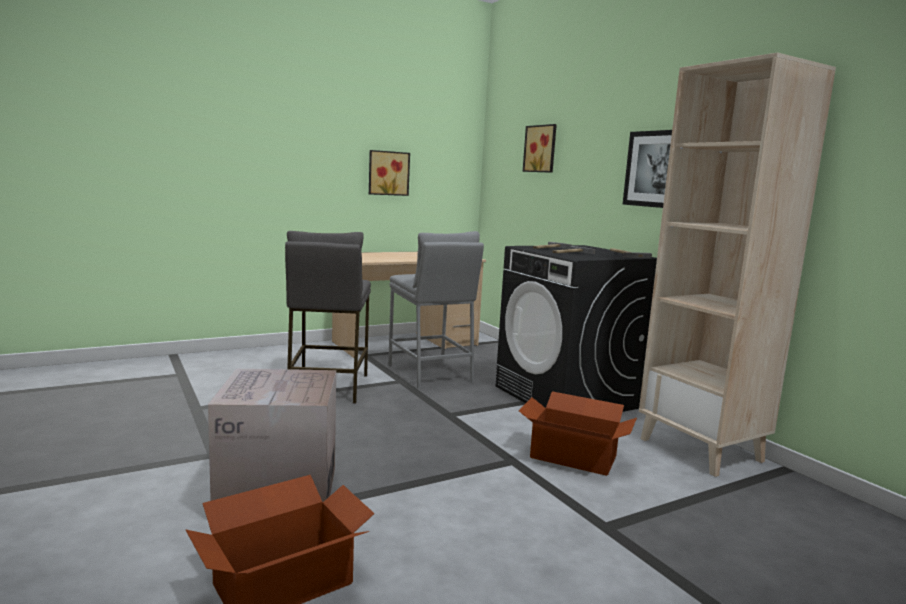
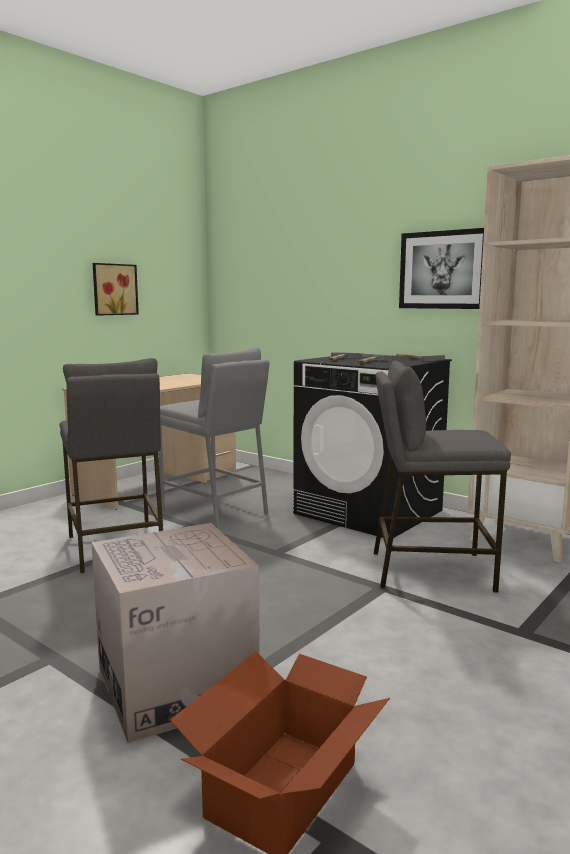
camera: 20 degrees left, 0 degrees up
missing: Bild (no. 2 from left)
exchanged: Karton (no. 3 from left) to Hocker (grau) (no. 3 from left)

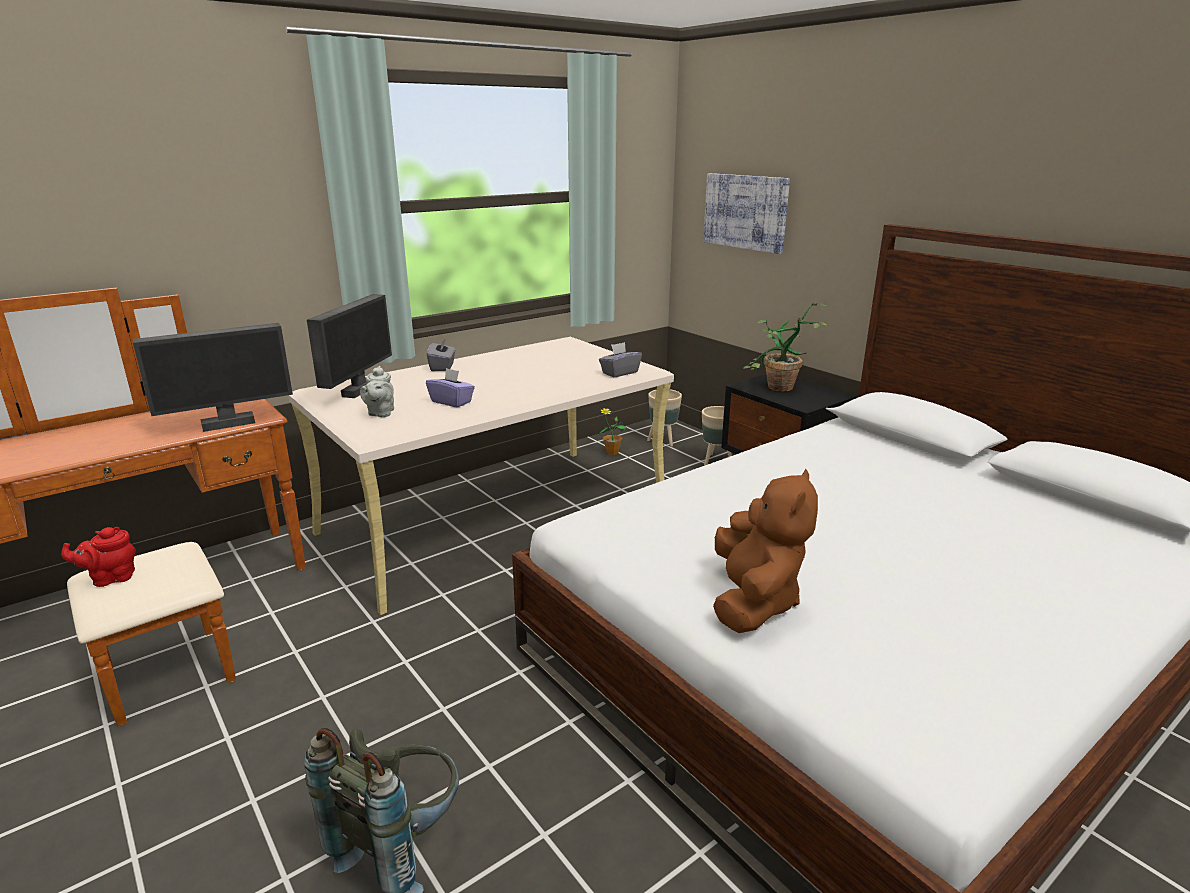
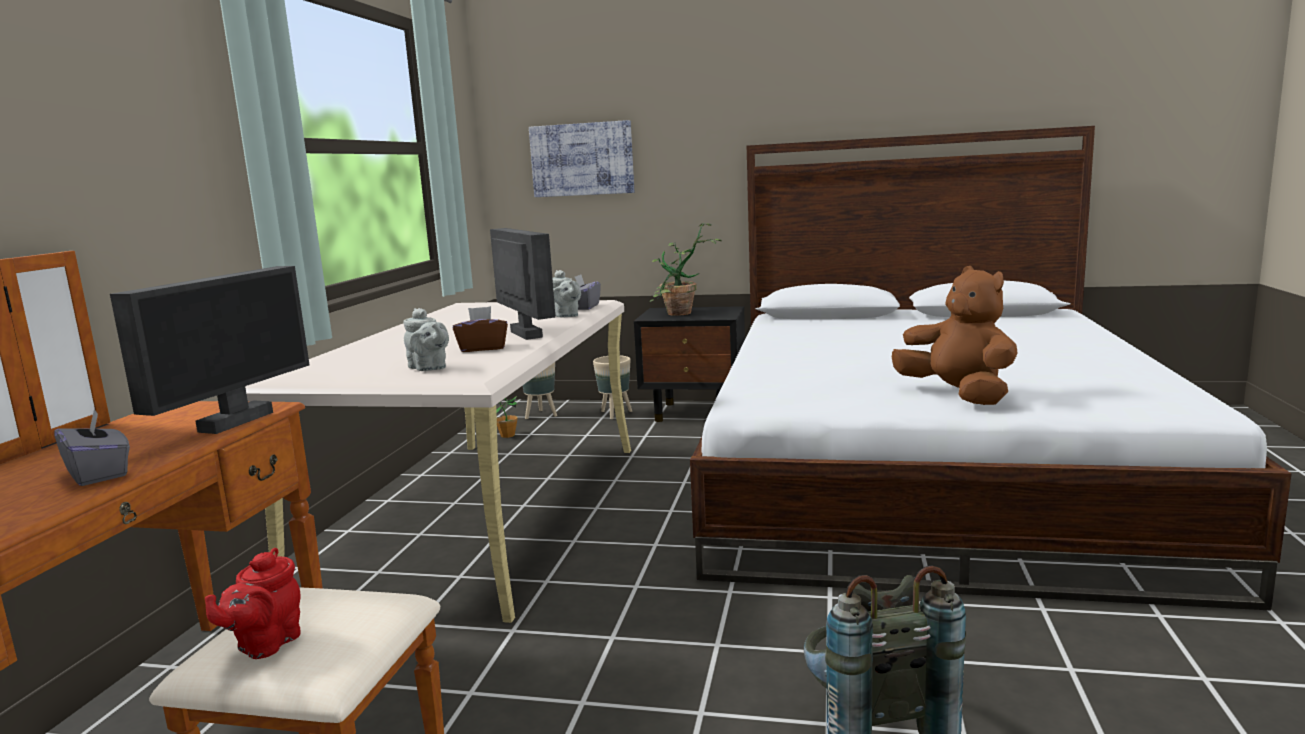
camera: 40 degrees left, 10 degrees down
appeared: Teekanne (grau) (no. 2 from left)
relocated: Monitor (no. 2 from left); Taschentuchbox (grau) (no. 1 from left)
colour: Taschentuchbox (lila) to Taschentuchbox (braun)

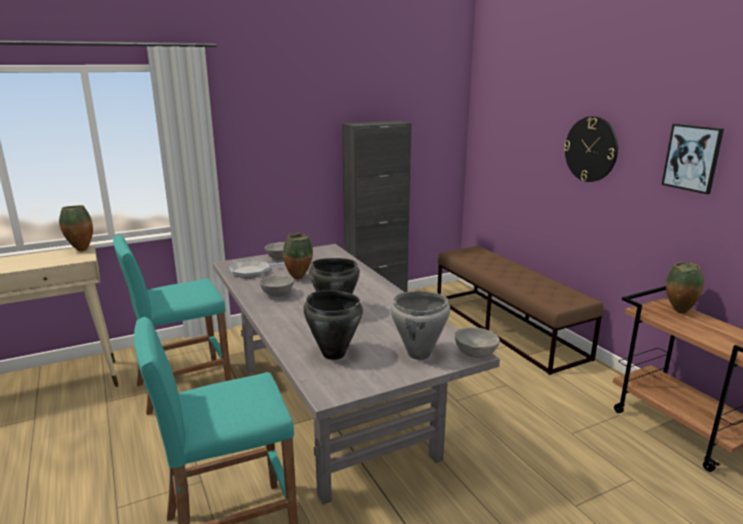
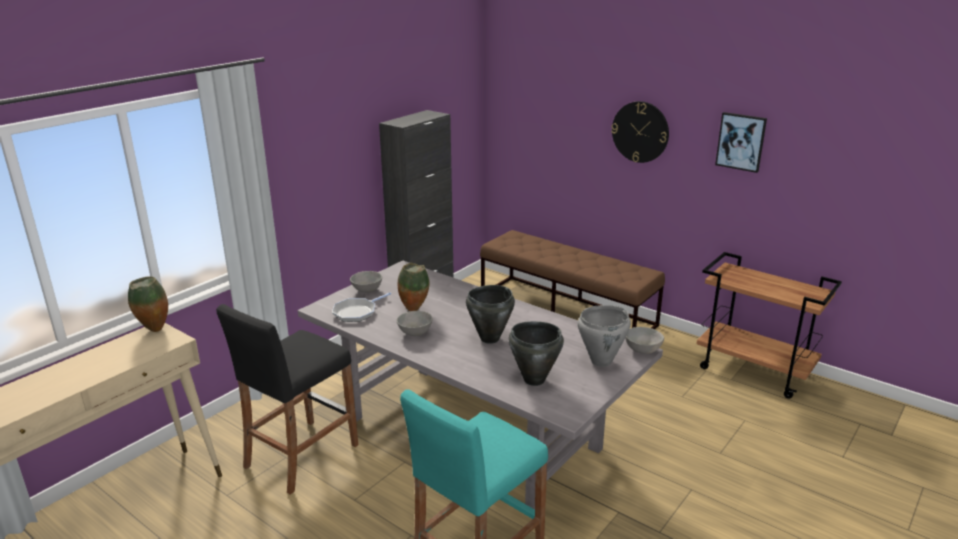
camera: 25 degrees left, 5 degrees up
missing: Vase (no. 3 from left)
colour: Hocker (türkis) (no. 1 from left) to Hocker (schwarz)

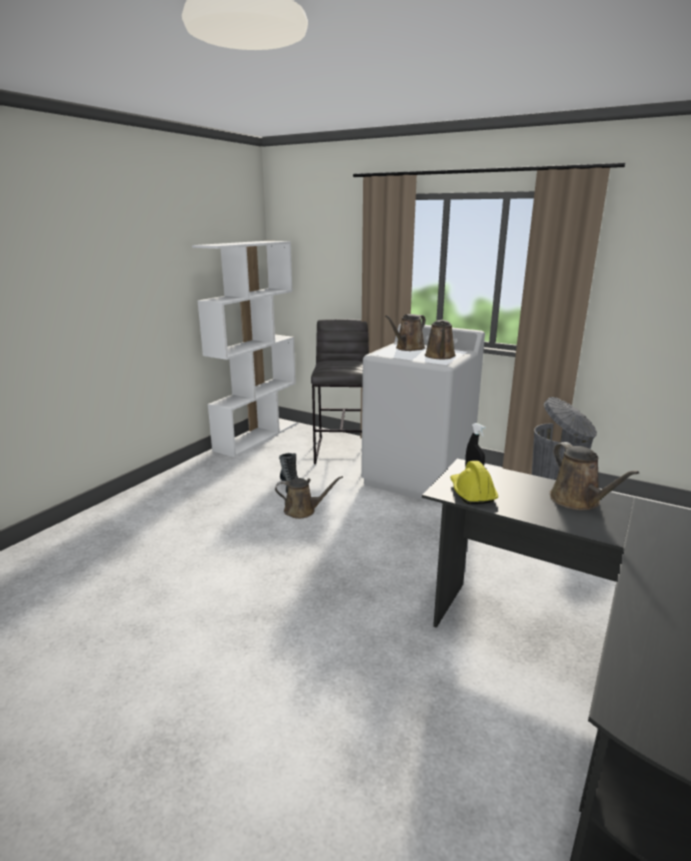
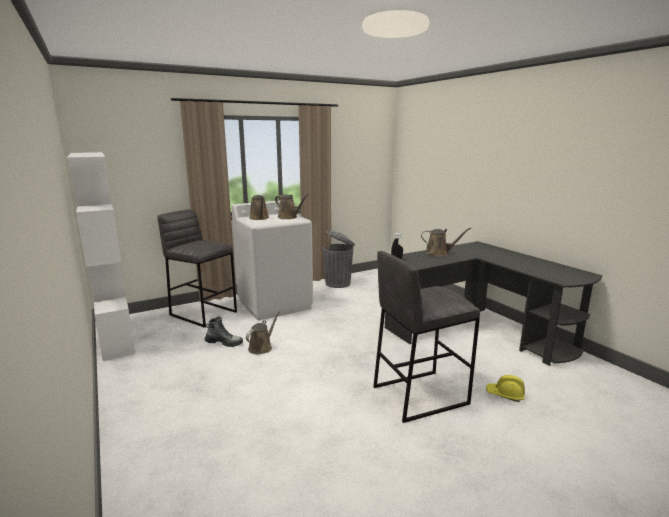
camera: 60 degrees left, 5 degrees down
appeared: Hocker (grau) (no. 2 from left)
relocated: Schutzhelm (gelb)

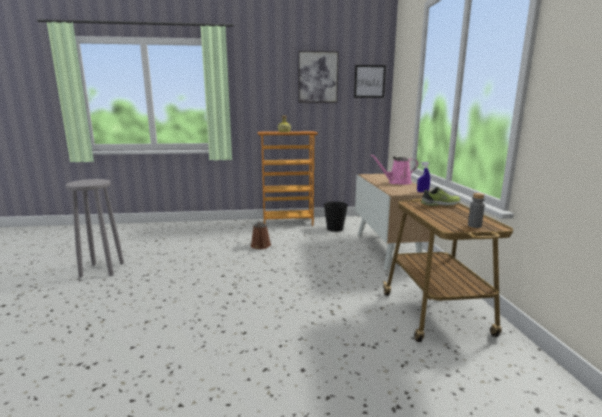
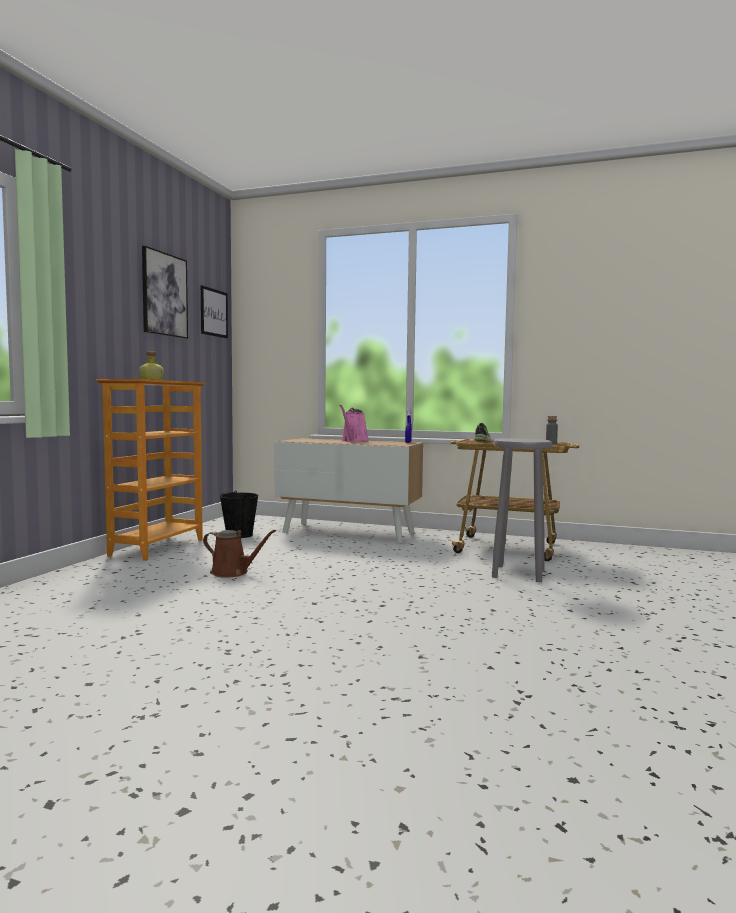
camera: 65 degrees left, 10 degrees down
relocated: Hocker (grau)

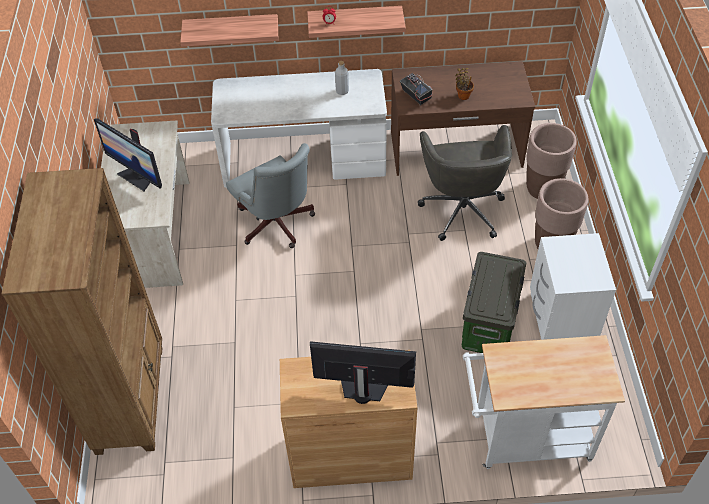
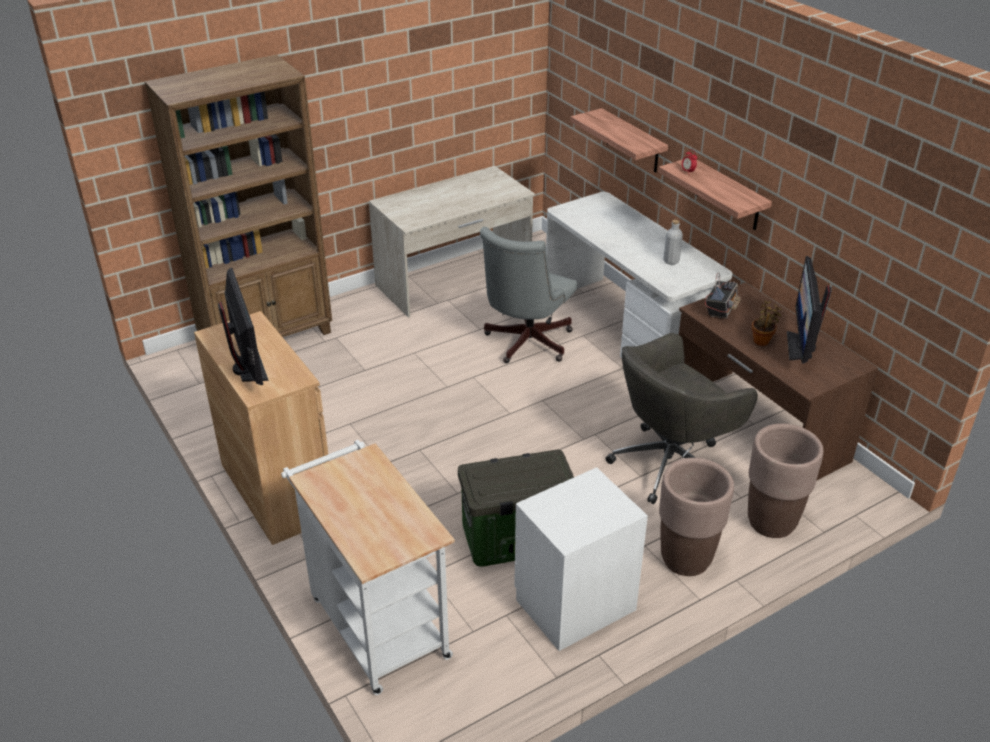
camera: 60 degrees right, 15 degrees down
relocated: Monitor (no. 1 from left in the first image) to Monitor (no. 2 from left)

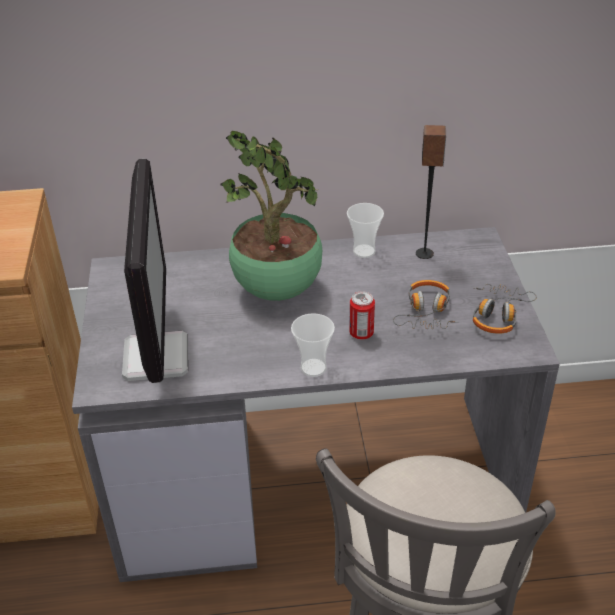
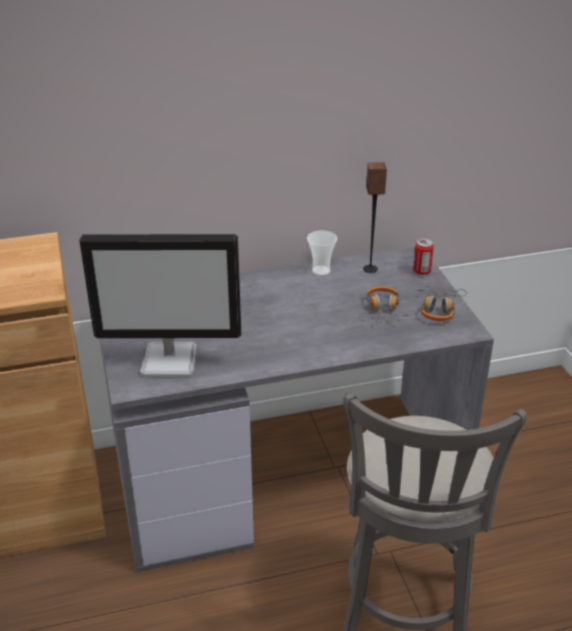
camera: 10 degrees left, 5 degrees down
missing: Topfpflanze; Tasse (no. 1 from left)
relocated: Dose
spun: Monitor 105 degrees clockwise

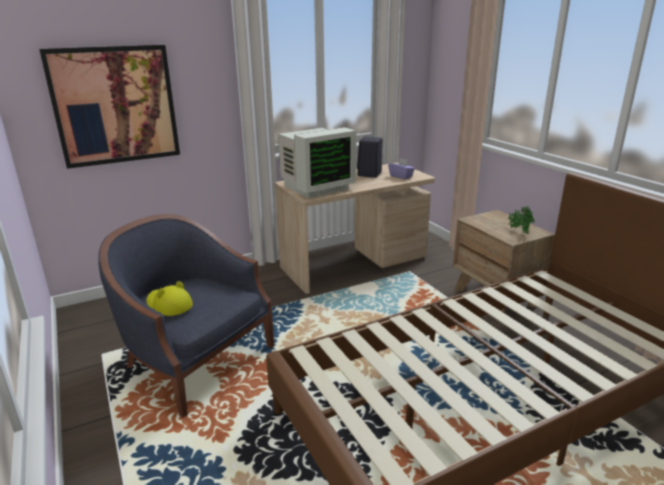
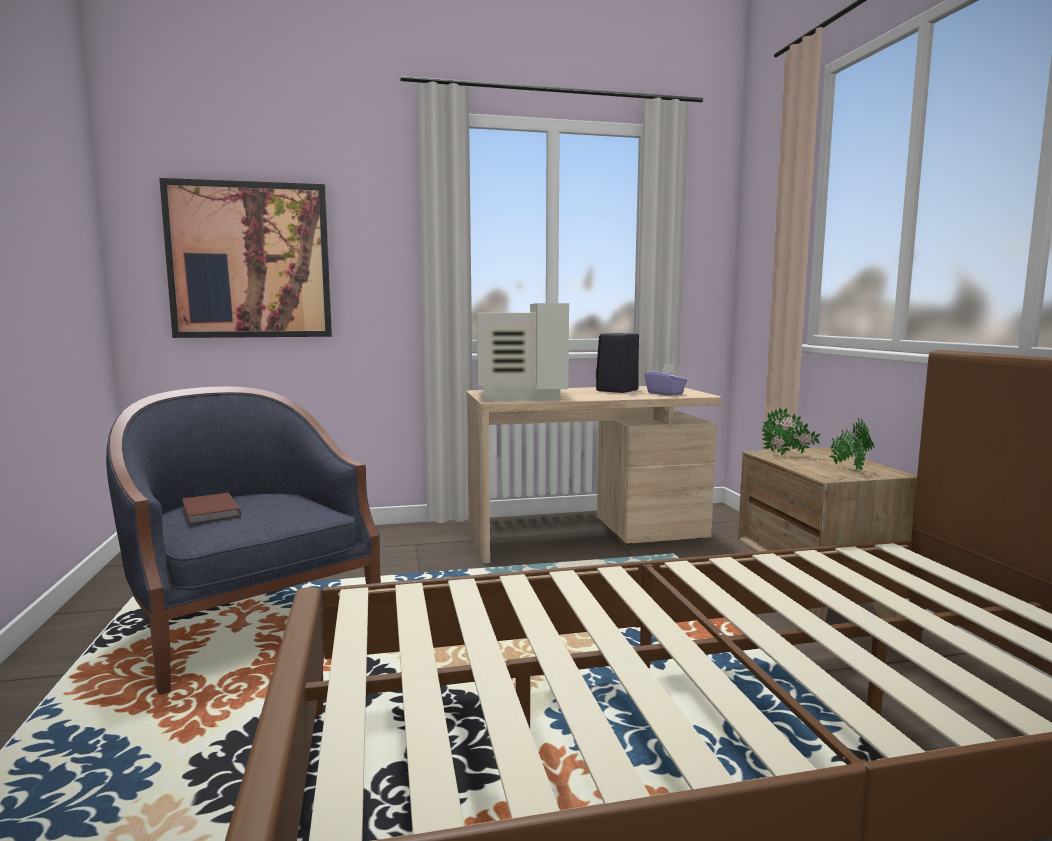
camera: 15 degrees right, 15 degrees down
appeared: Topfpflanze (no. 1 from left)
exchanged: Hut (gelb) to Buch (braun)
spun: Monitor 75 degrees counterclockwise

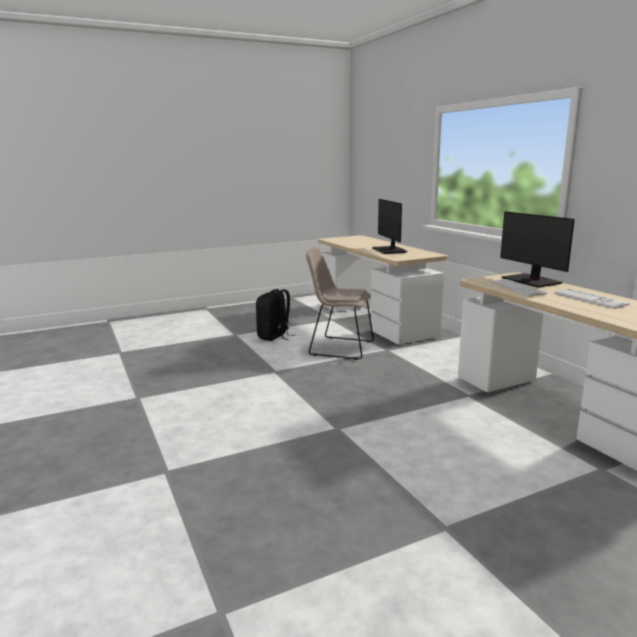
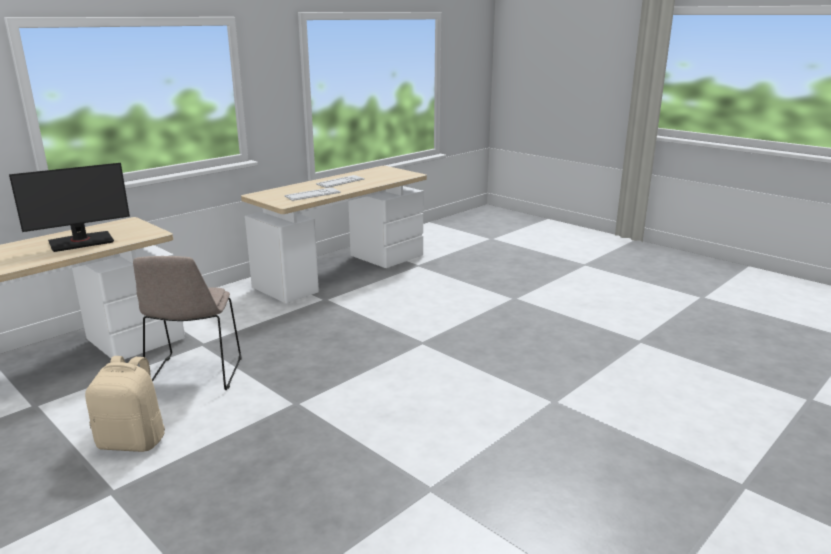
camera: 110 degrees left, 5 degrees up
missing: Monitor (no. 2 from left)
colour: Rucksack (schwarz) to Rucksack (beige)

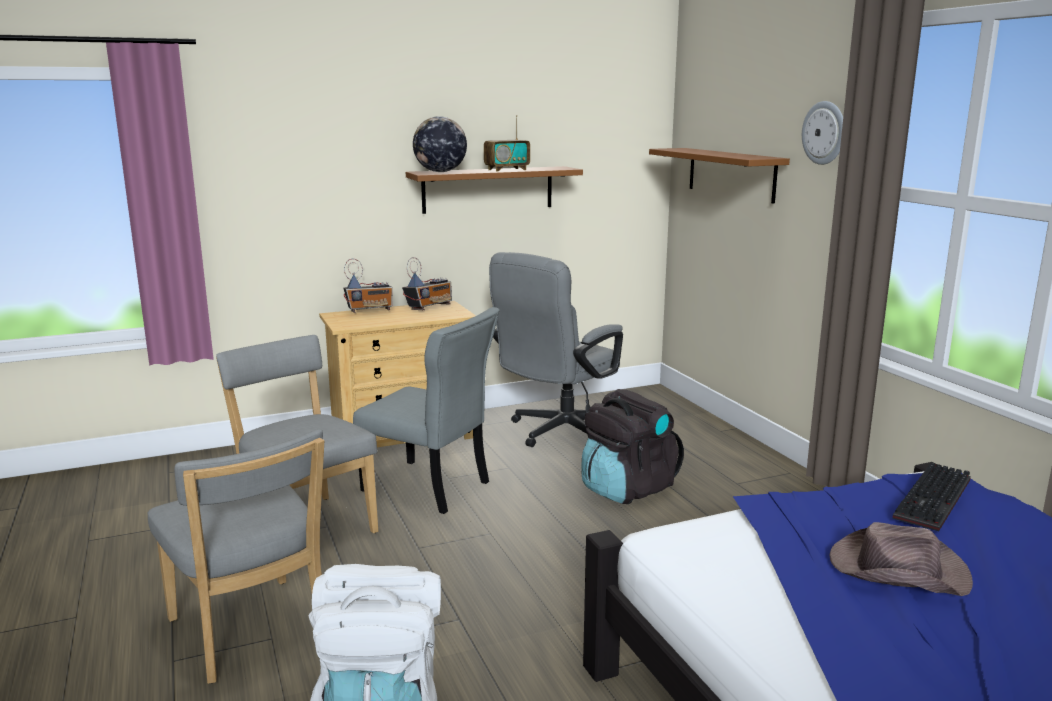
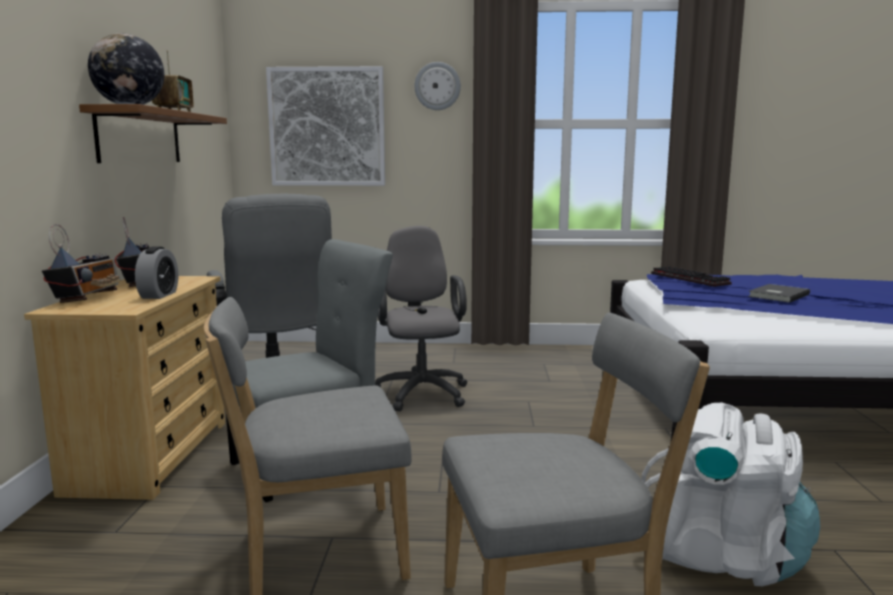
camera: 65 degrees left, 5 degrees down
appeared: Wecker
exchanged: Wandregal (braun) (no. 2 from left) to Bild; Rucksack (schwarz) to Bürostuhl (grau) (no. 2 from left); Hut (braun) to Buch (grau)

